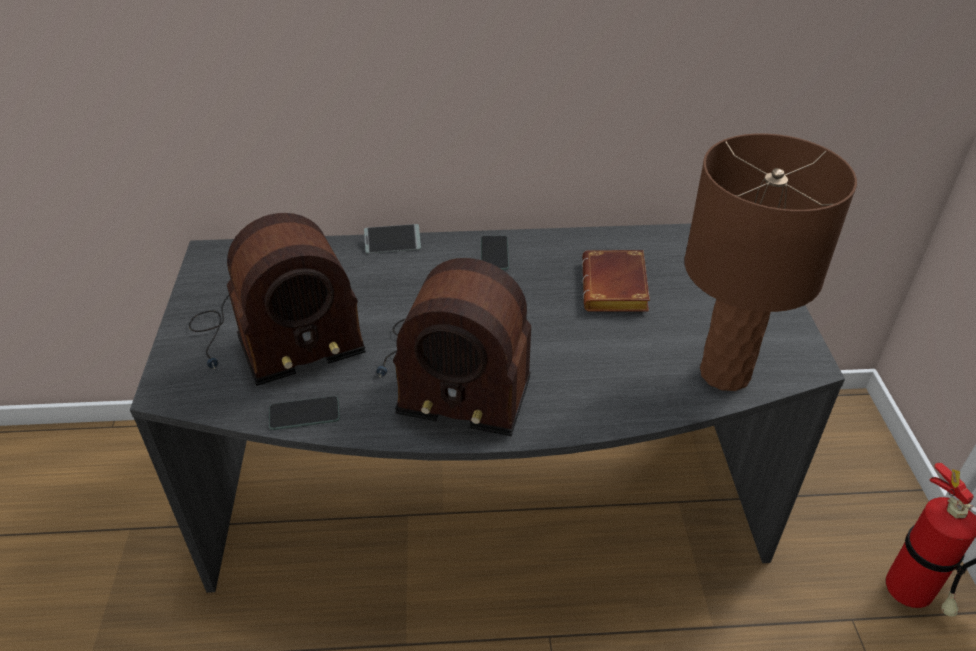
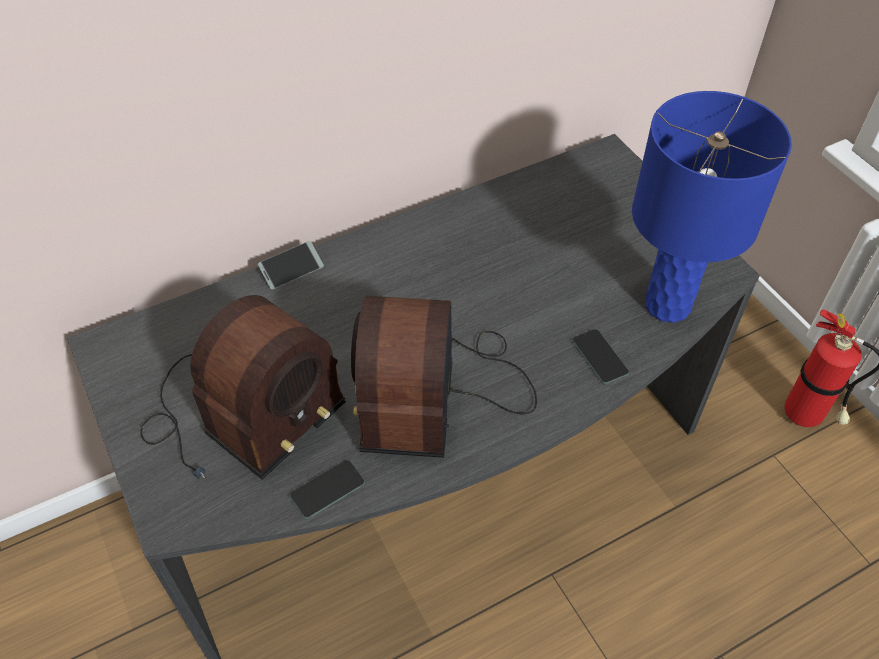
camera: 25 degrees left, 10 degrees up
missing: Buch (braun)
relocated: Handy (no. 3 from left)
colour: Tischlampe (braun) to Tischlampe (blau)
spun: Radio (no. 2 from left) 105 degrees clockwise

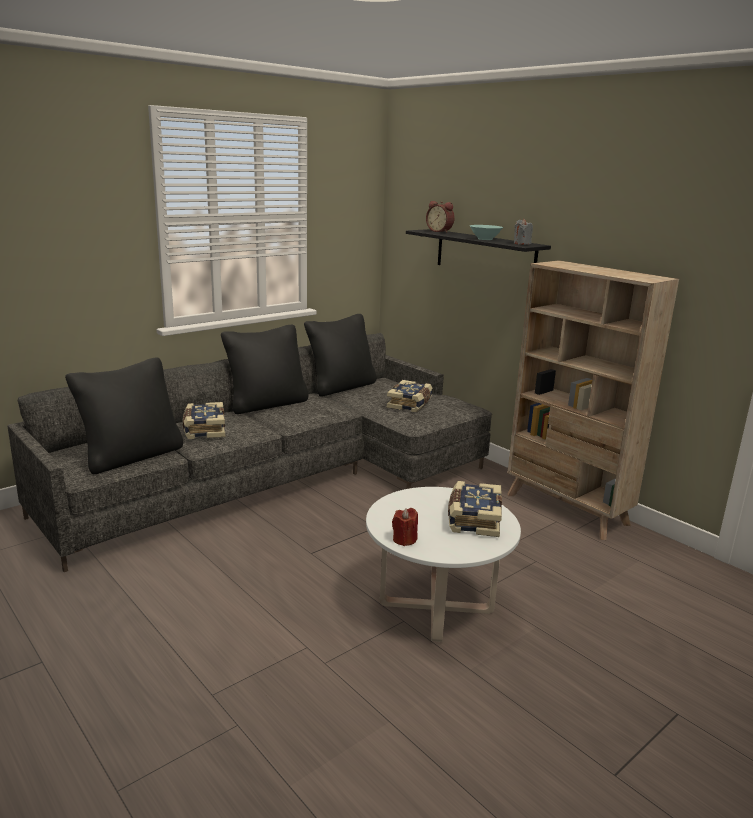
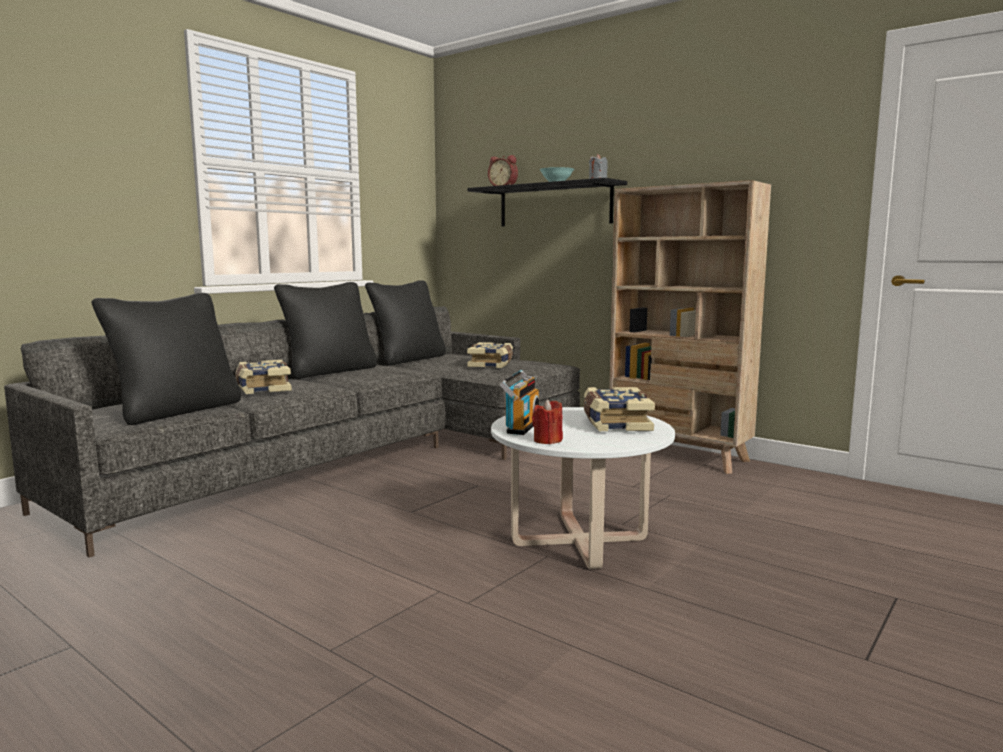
camera: 10 degrees left, 10 degrees down
appeared: Radio

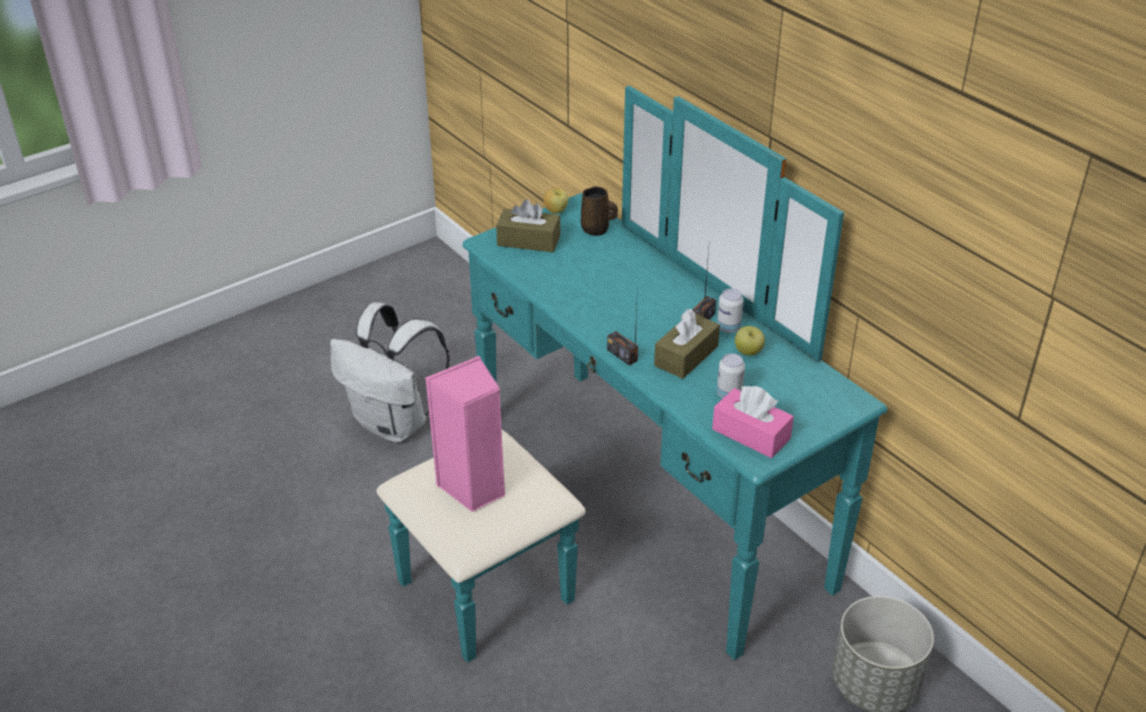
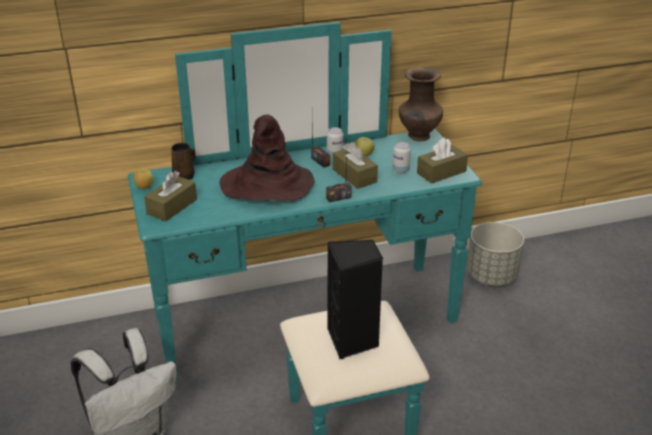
camera: 70 degrees left, 5 degrees down
appeared: Vase (braun); Hut (braun)
colour: Lautsprecher (rosa) to Lautsprecher (schwarz); Taschentuchbox (rosa) to Taschentuchbox (braun) (no. 3 from left)

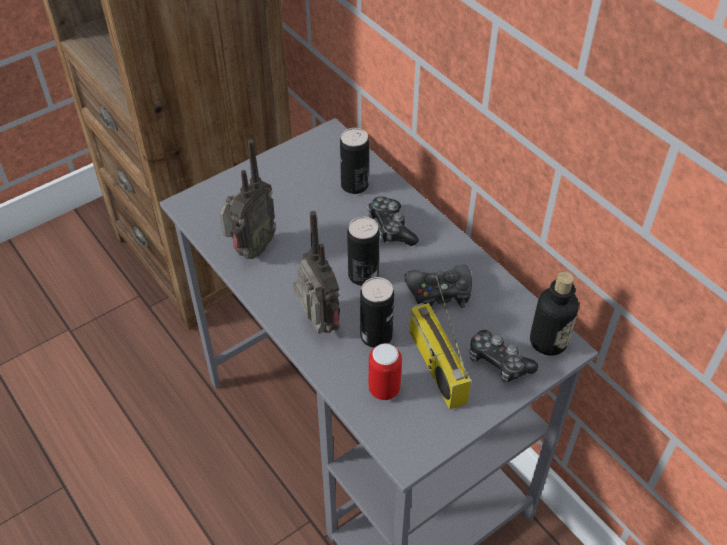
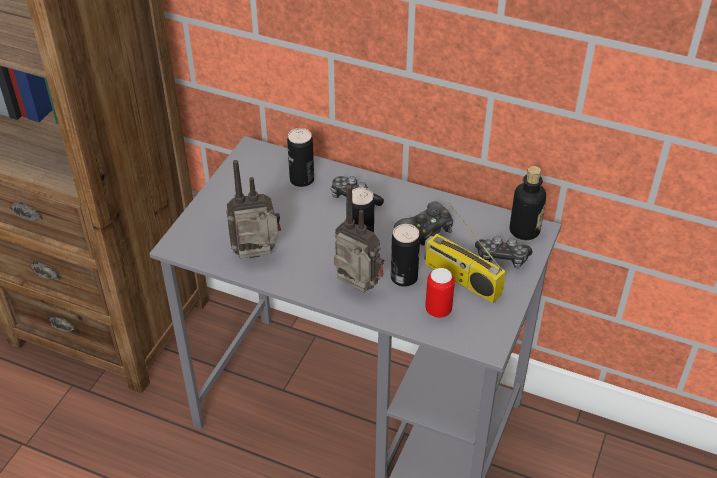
camera: 30 degrees left, 5 degrees down
spun: Radio (no. 1 from left) 105 degrees counterclockwise

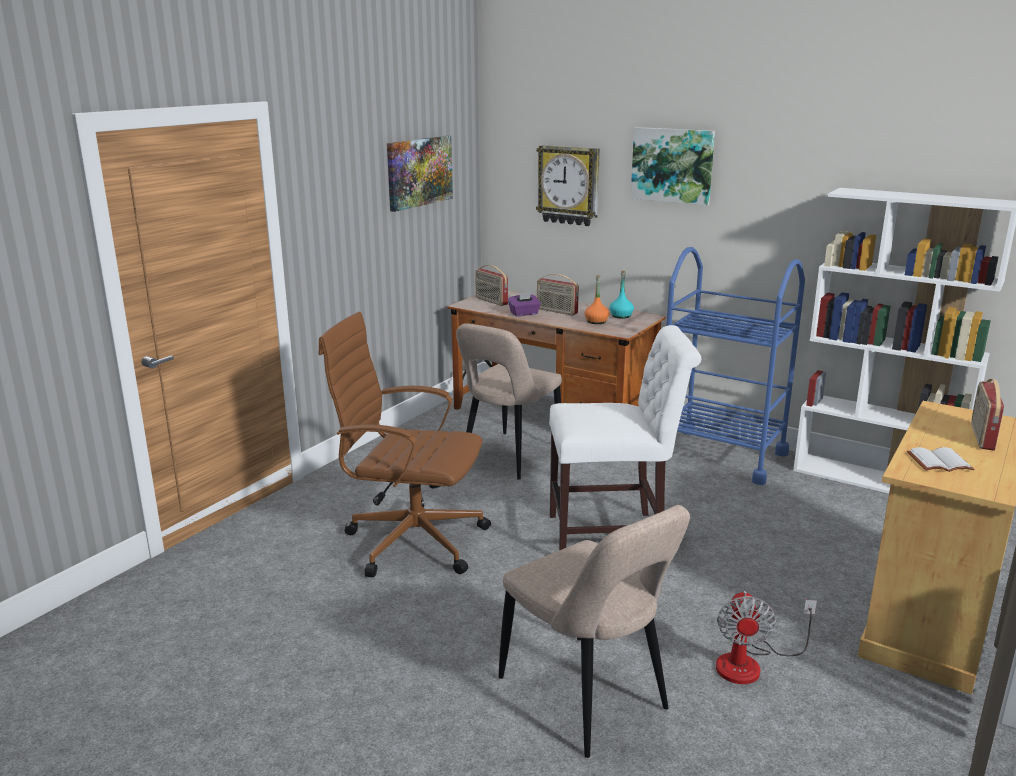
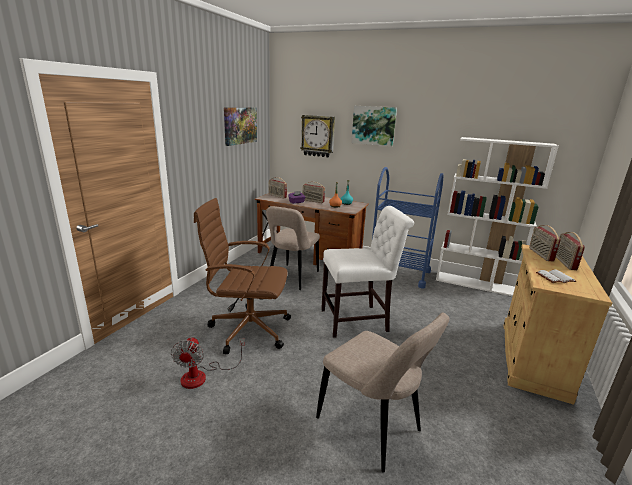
camera: 10 degrees left, 0 degrees up
appeared: Radio (no. 3 from left)
relocated: Ventilator

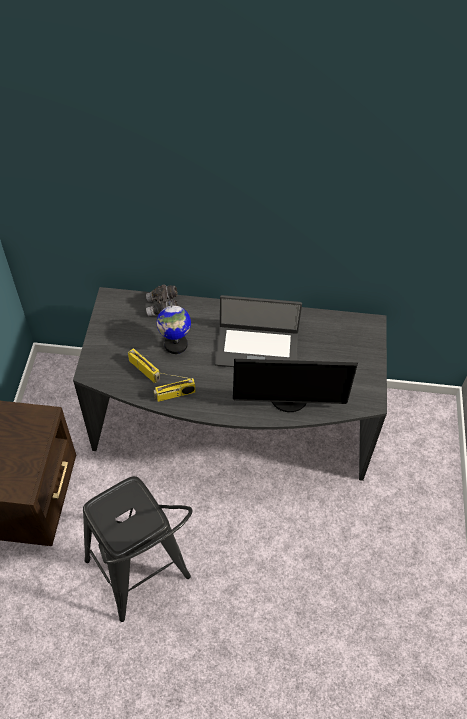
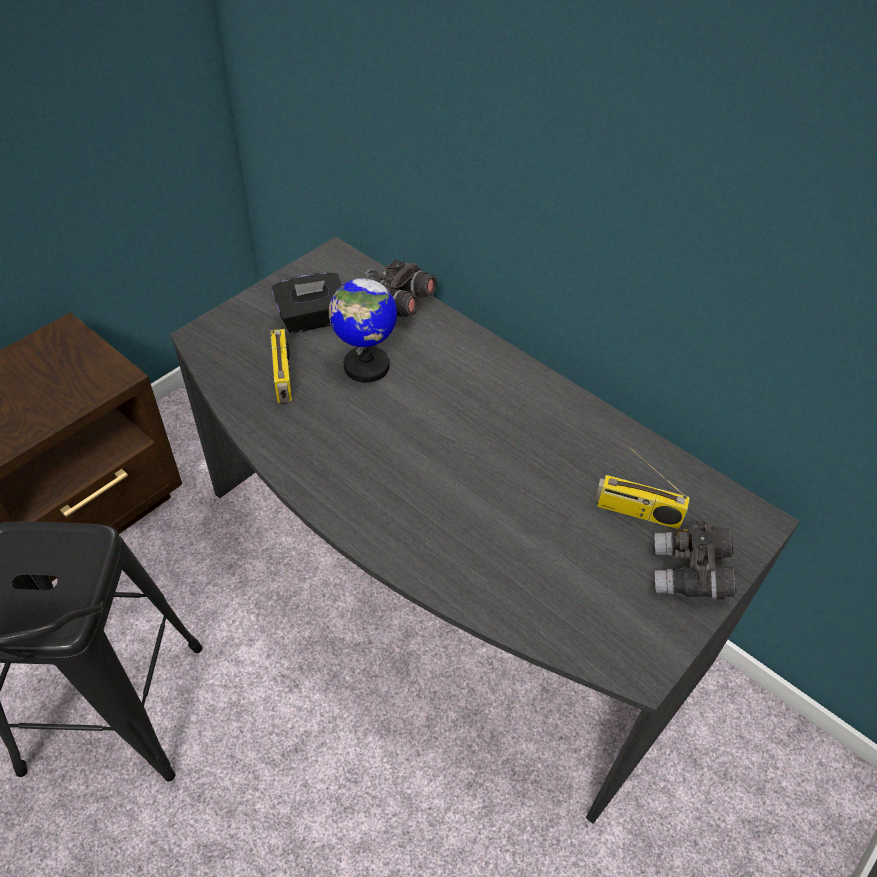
camera: 35 degrees right, 5 degrees down
missing: Laptop; Monitor
appeared: Taschentuchbox (schwarz); Fernglas (grau) (no. 2 from left)
relocated: Radio (no. 2 from left)

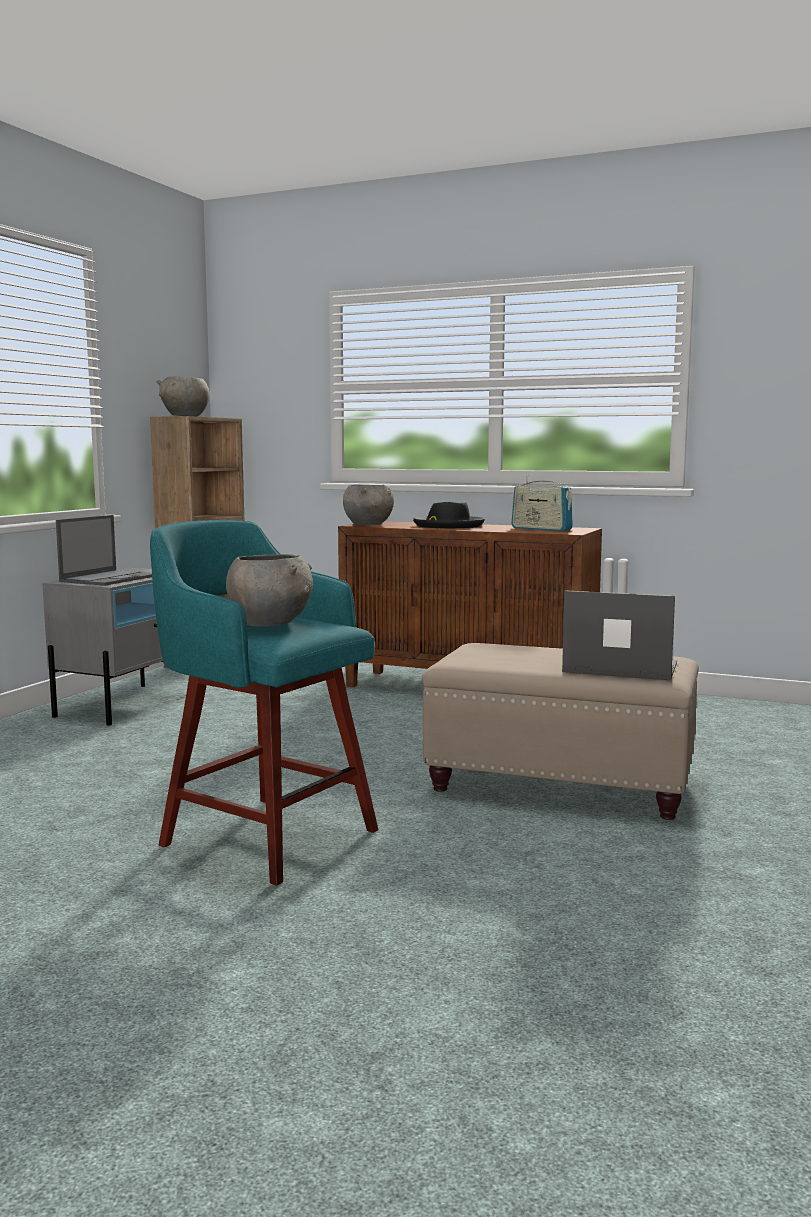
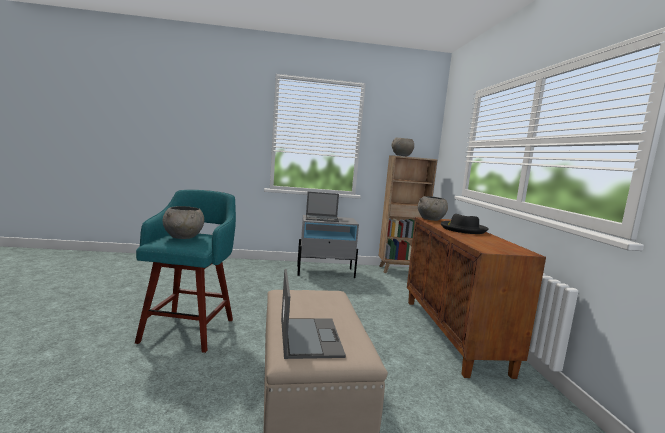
camera: 60 degrees right, 0 degrees up
missing: Radio

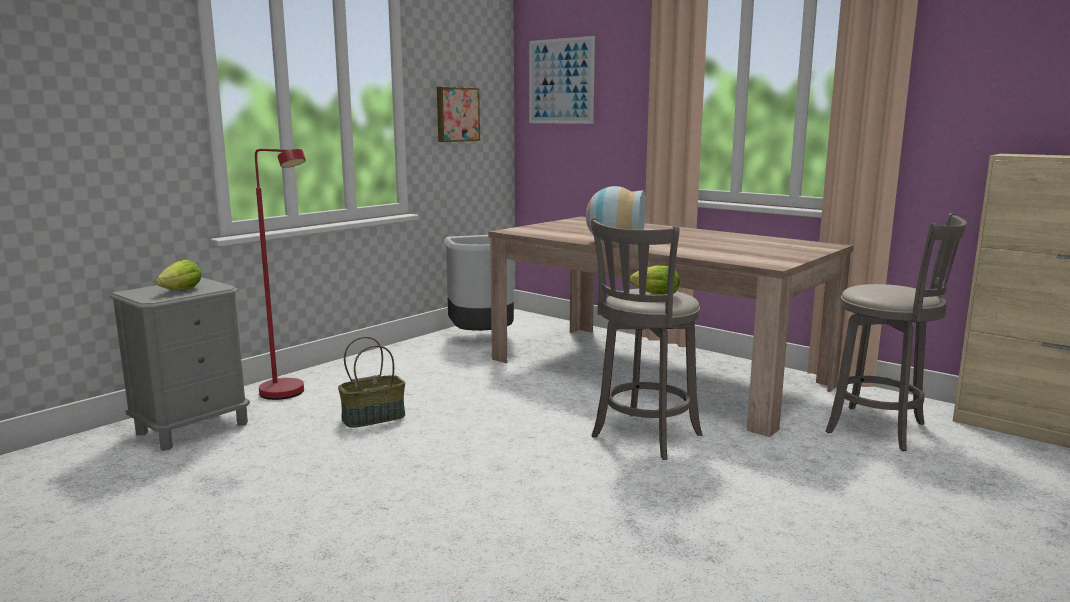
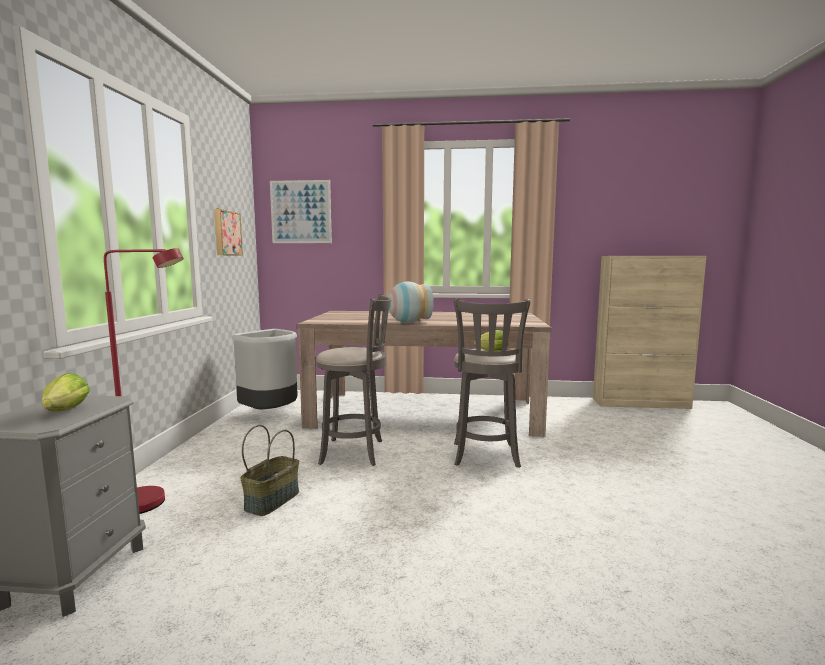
camera: 35 degrees left, 5 degrees down
relocated: Hocker (grau) (no. 2 from left in the first image) to Hocker (grau) (no. 1 from left)

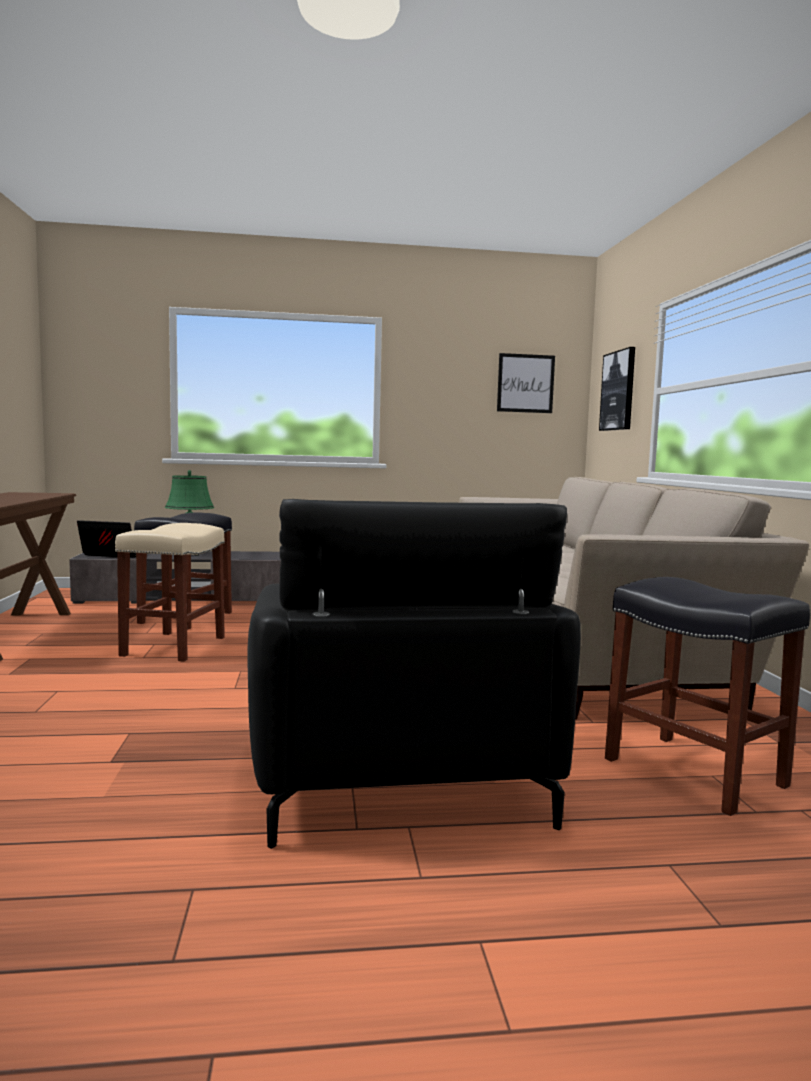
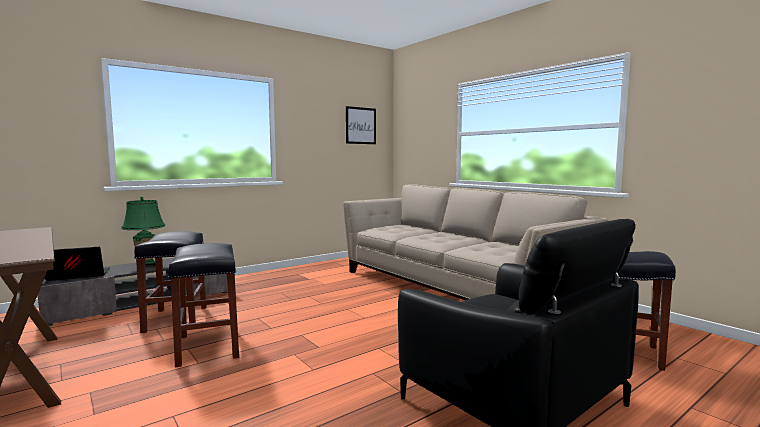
camera: 30 degrees left, 0 degrees up
missing: Bild (no. 2 from left)
colour: Hocker (beige) to Hocker (schwarz) (no. 2 from left)

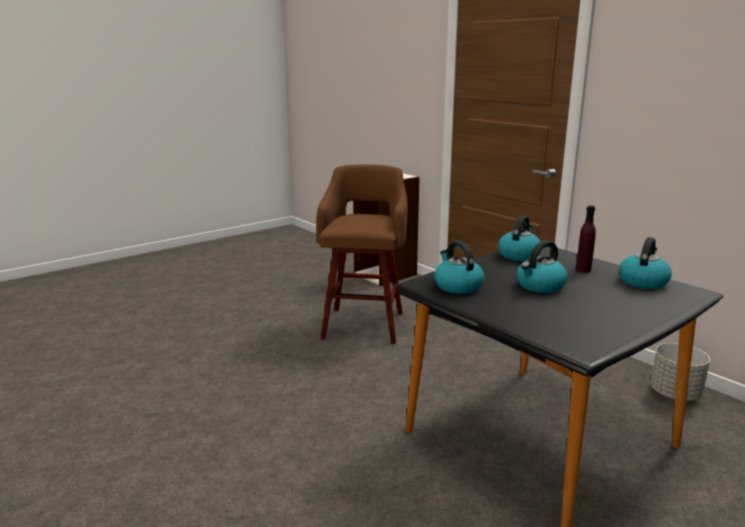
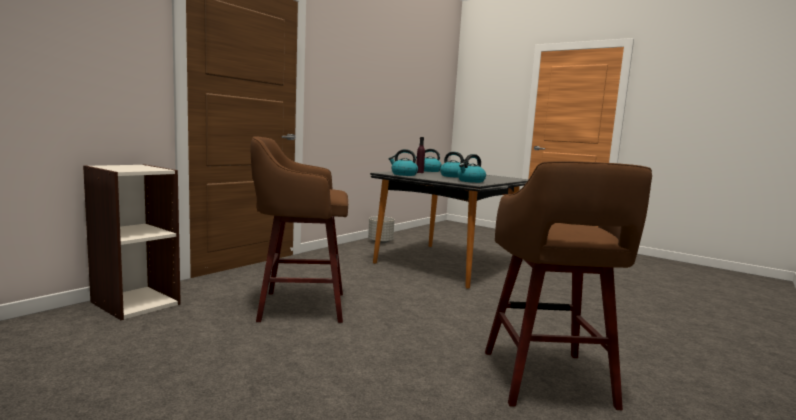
camera: 105 degrees left, 10 degrees down
appeared: Hocker (braun) (no. 2 from left)

